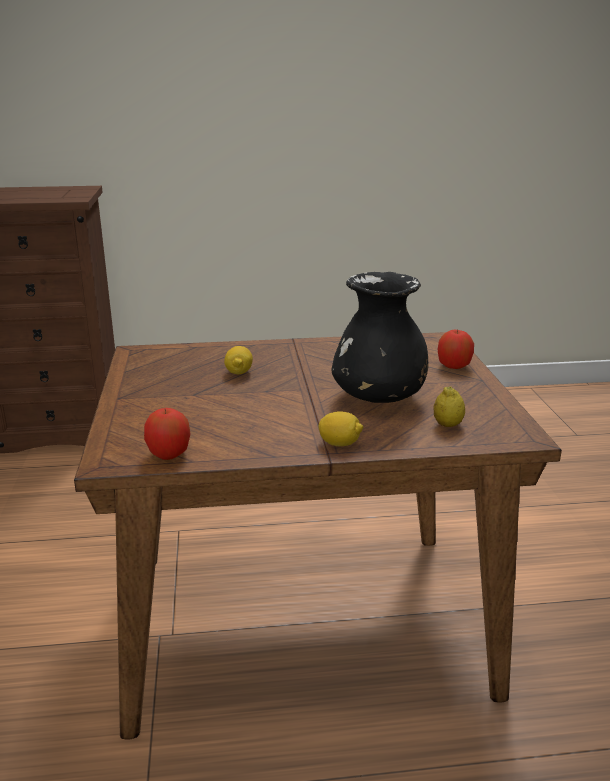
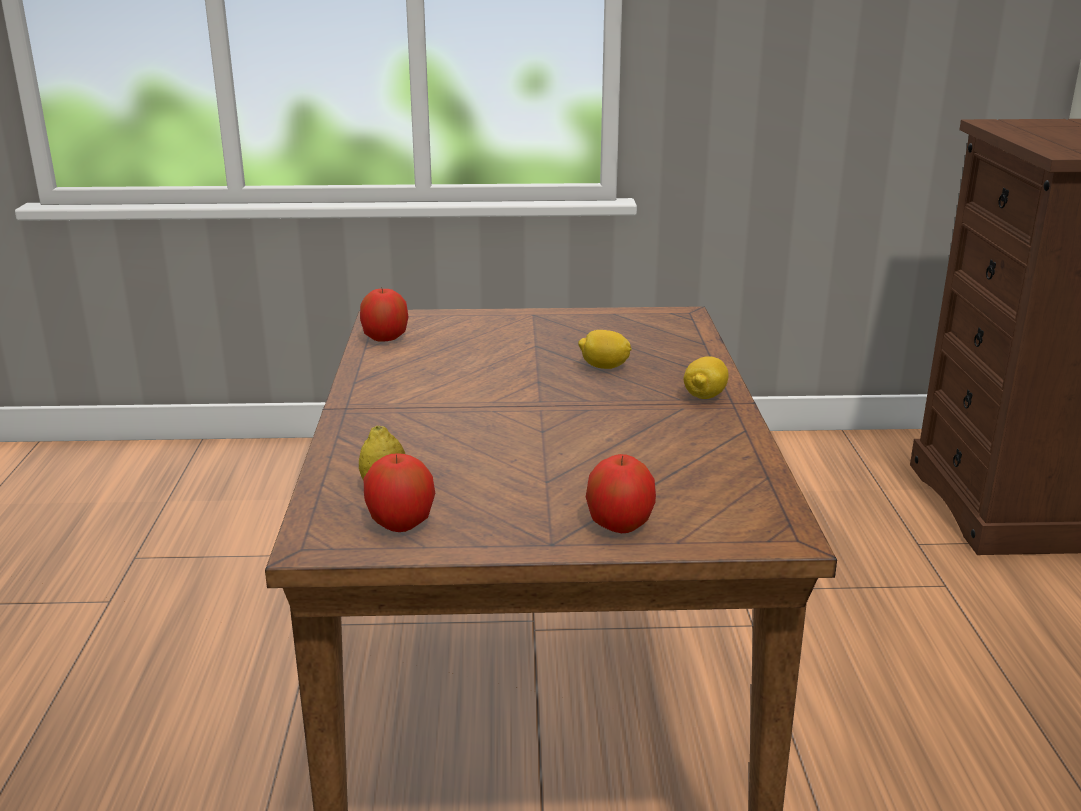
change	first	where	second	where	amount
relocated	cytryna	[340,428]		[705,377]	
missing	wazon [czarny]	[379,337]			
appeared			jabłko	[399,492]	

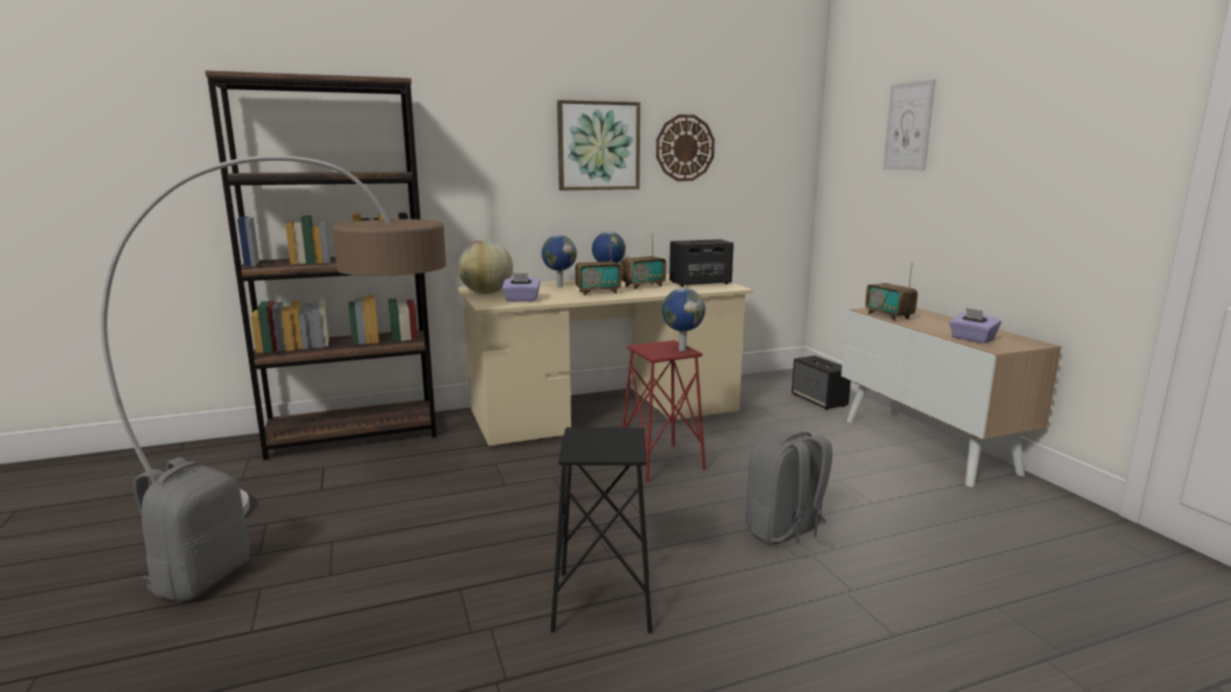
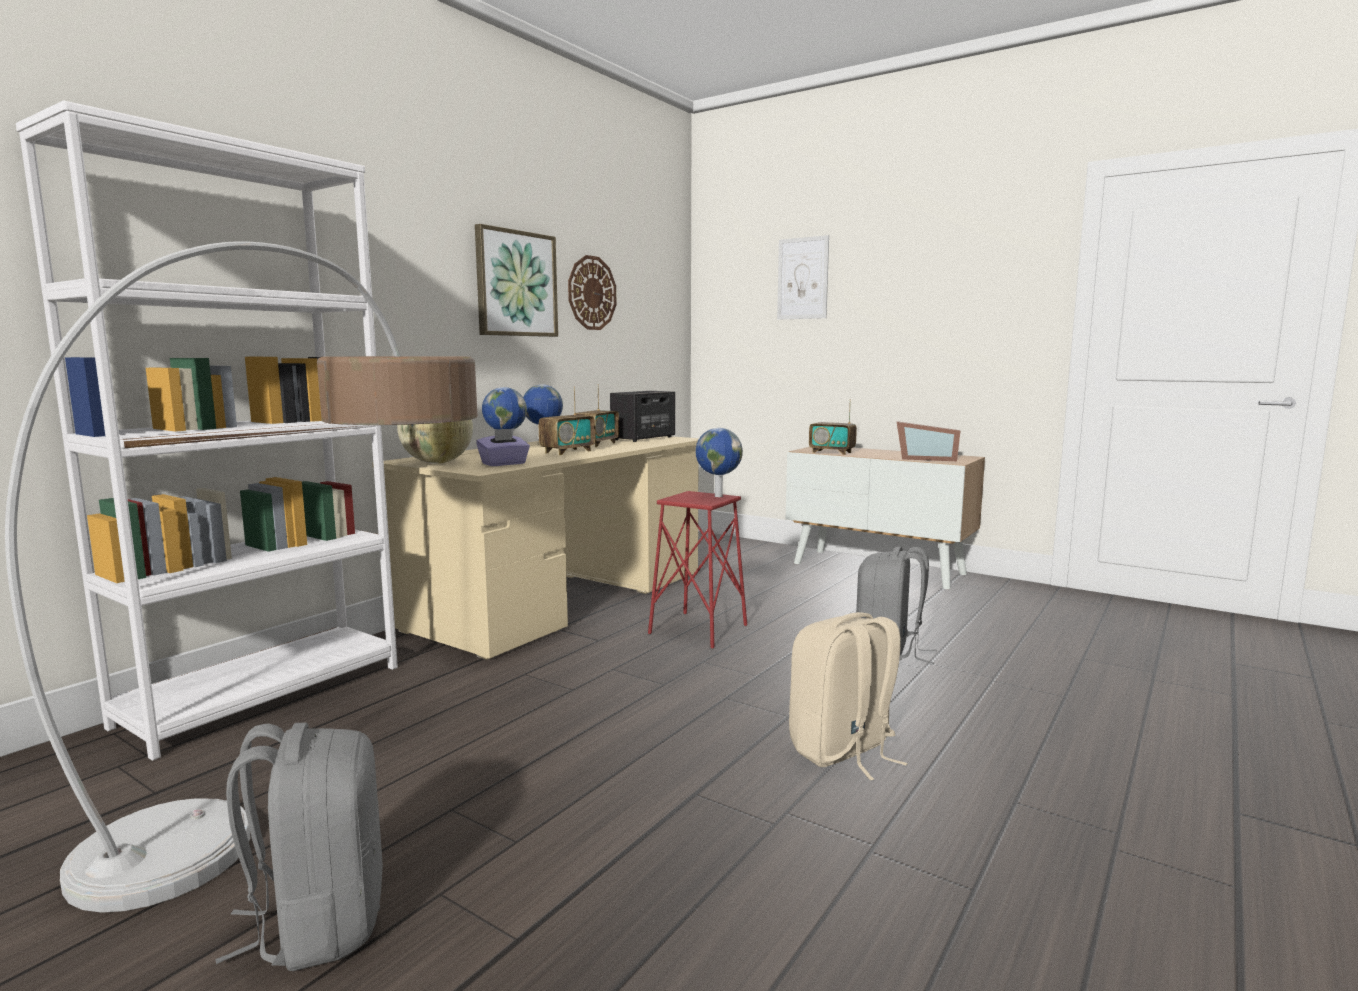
change	first	where	second	where	amount
colour	regał [brązowy]	[321,265]	regał [biały]	[207,430]	
exchanged	stołek [czarny]	[601,530]	plecak [beżowy]	[848,696]	
missing	głośnik	[821,382]			
exchanged	pudełko chusteczek [fioletowy]	[975,325]	ramka na zdjęcie	[928,441]	

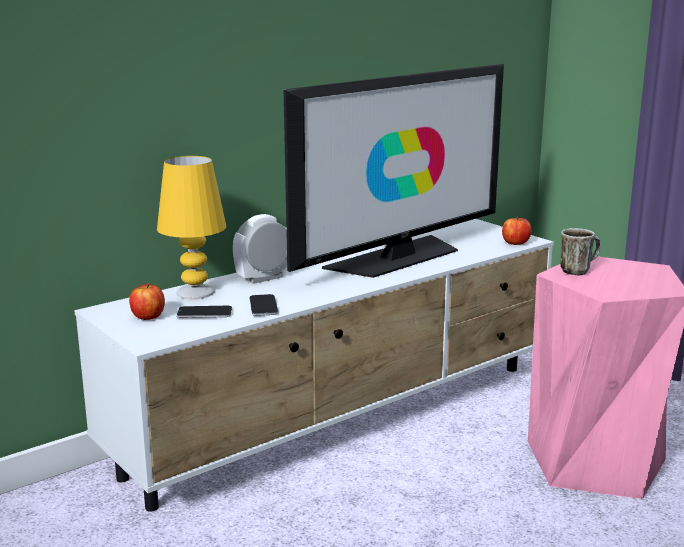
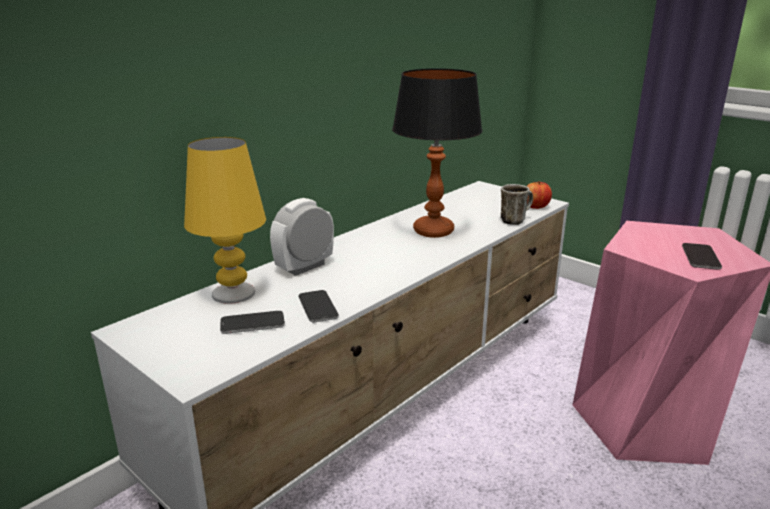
change	first	where	second	where	amount
missing	jabłko	[147,302]			
exchanged	telewizor	[394,171]	lampa stołowa	[437,153]	
relocated	kubek	[580,251]		[517,204]	
appeared			telefon	[702,256]	

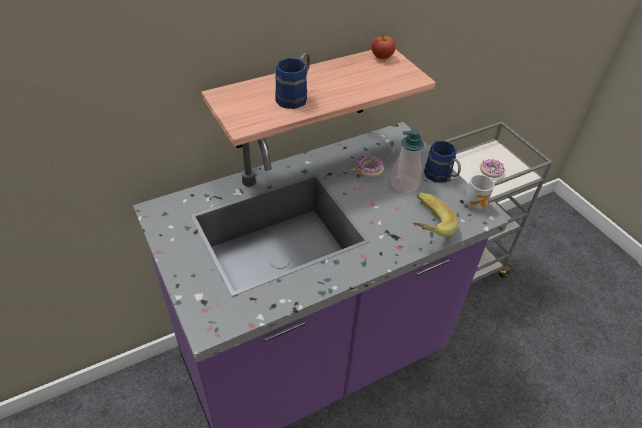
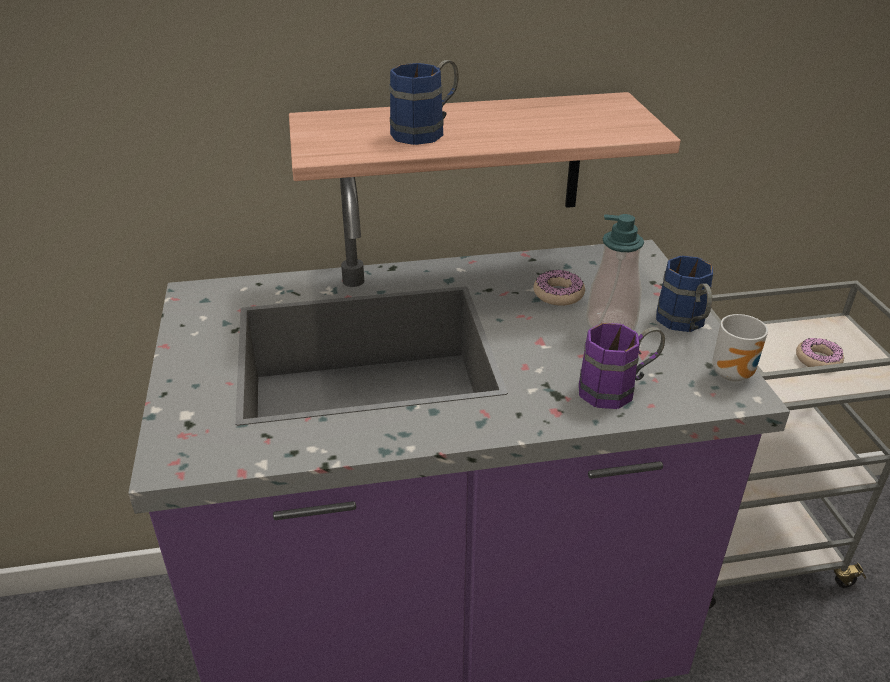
change	first	where	second	where	amount
missing	jabłko	[383,46]			
exchanged	banan	[435,215]	kubek [fioletowy]	[622,366]	

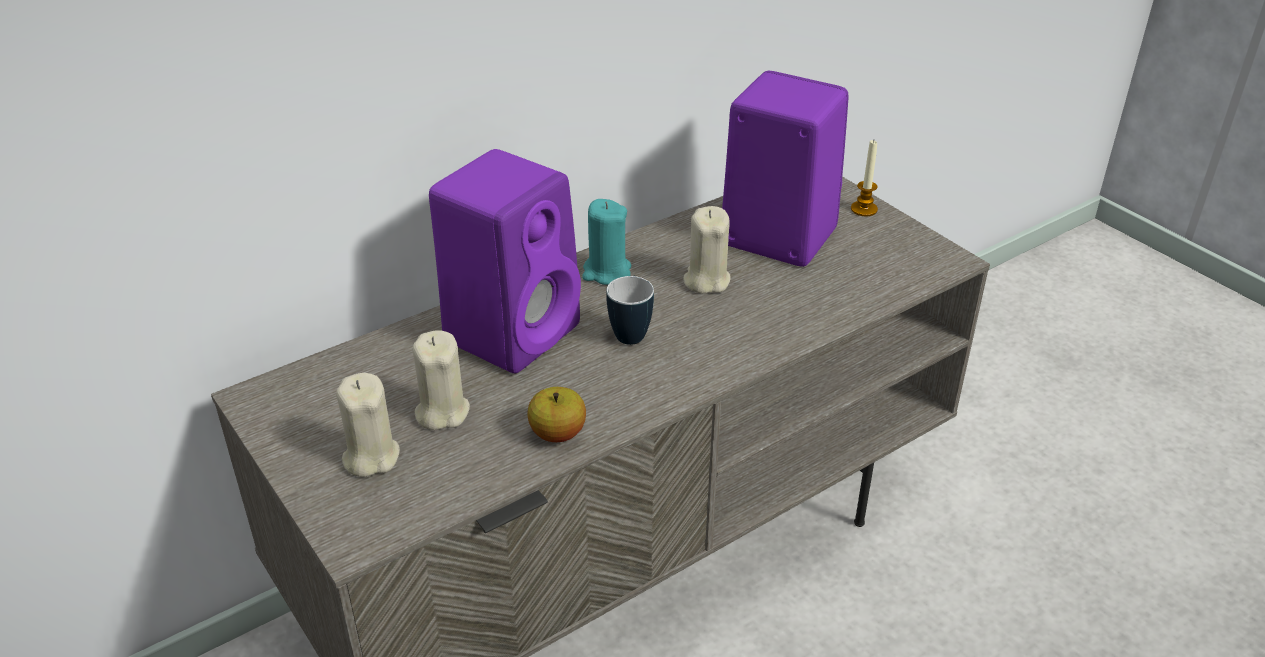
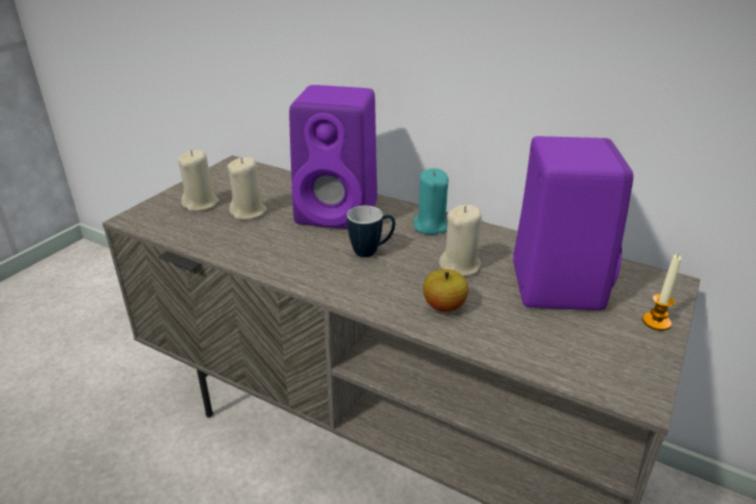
change	first	where	second	where	amount
relocated	jabłko	[556,414]		[446,290]	

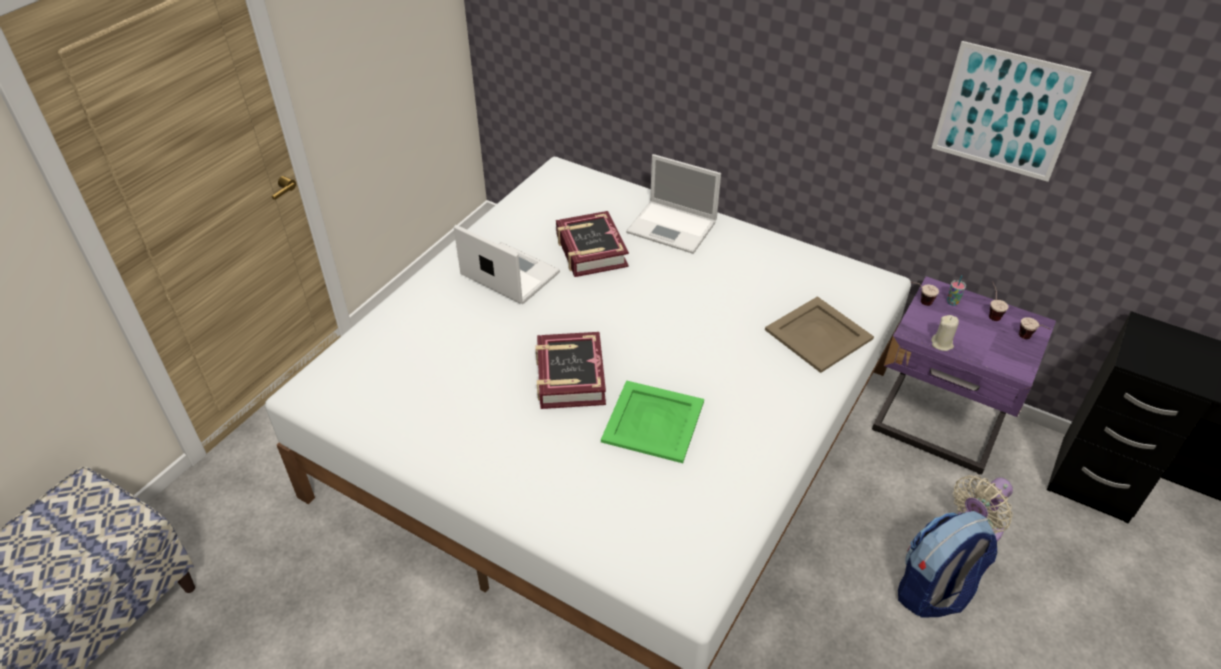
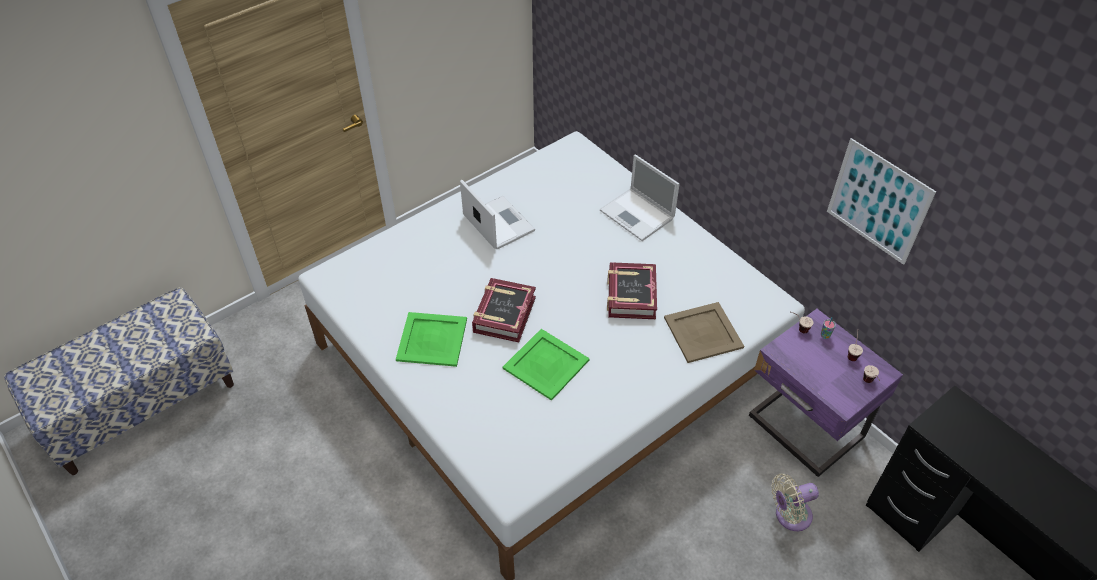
change	first	where	second	where	amount
relocated	książka	[592,244]		[632,290]	
missing	plecak	[947,564]			
missing	świeca [beżowy]	[945,333]			
appeared			taca [zielony]	[431,339]	

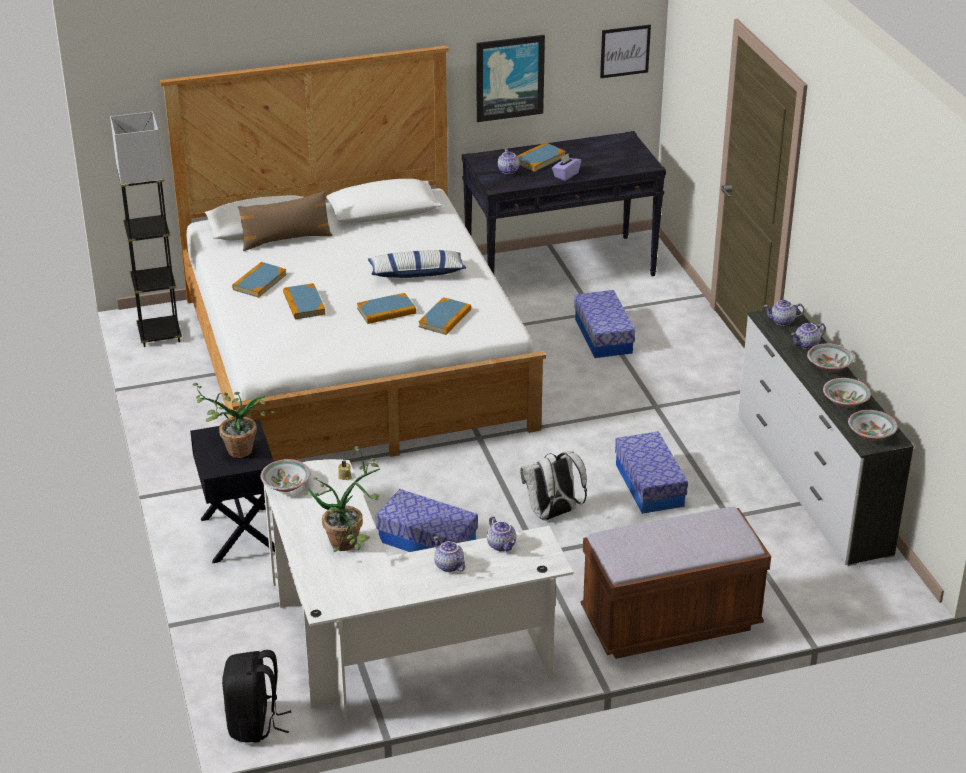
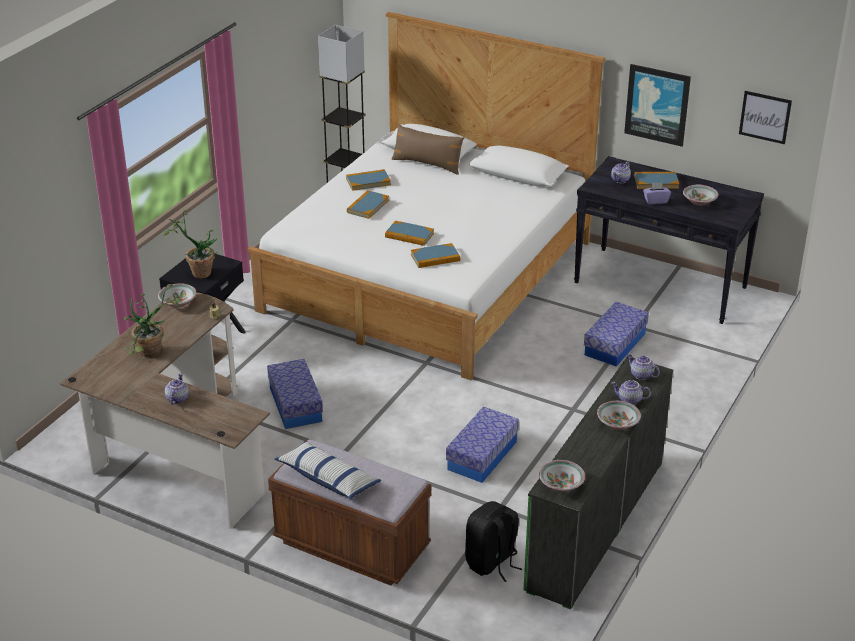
change	first	where	second	where	amount
relocated	plecak [czarny]	[256,696]		[493,541]	
colour	biurko [biały]	[418,590]	biurko [brązowy]	[165,410]	
relocated	poduszka	[417,264]		[328,470]	
missing	imbryk	[501,533]			
missing	plecak [biały]	[553,485]			
colour	komoda [biały]	[826,435]	komoda [zielony]	[598,483]	
relocated	miska	[847,393]		[700,195]	

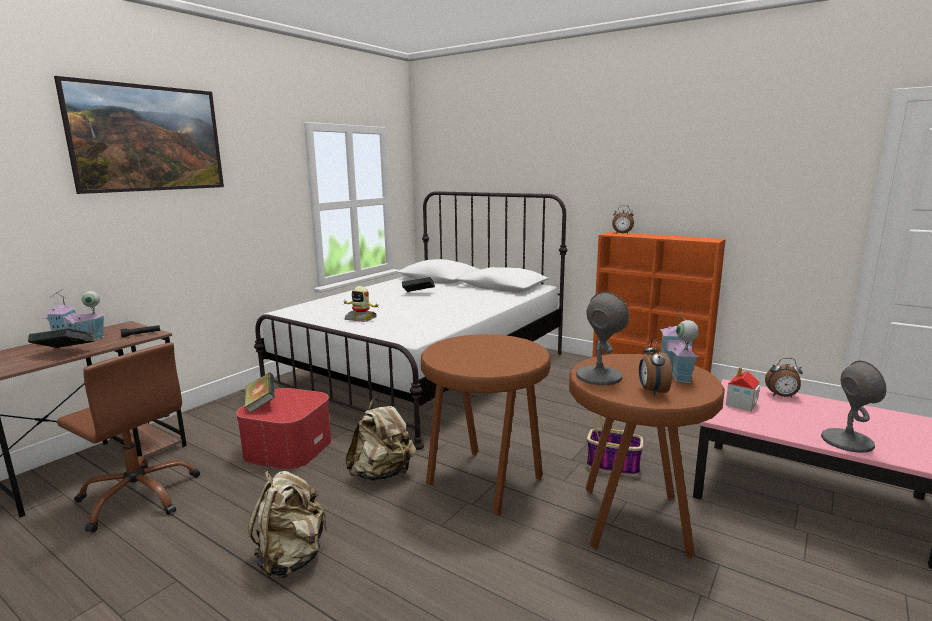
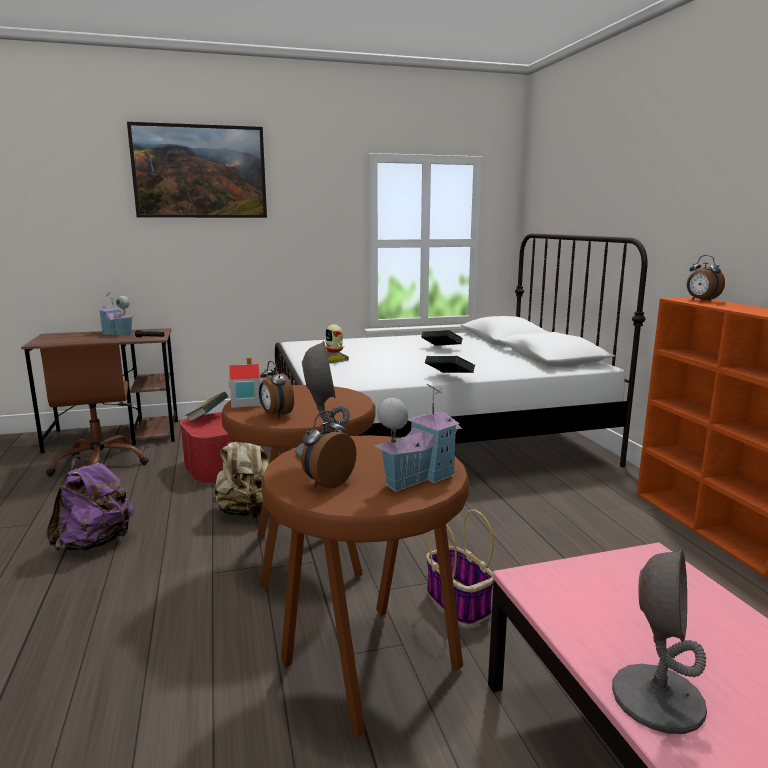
change	first	where	second	where	amount
relocated	książka	[61,338]		[450,364]	
colour	plecak [beżowy]	[288,524]	plecak [fioletowy]	[90,503]	
relocated	domek	[743,389]		[244,382]	
relocated	budzik	[784,378]		[276,389]	

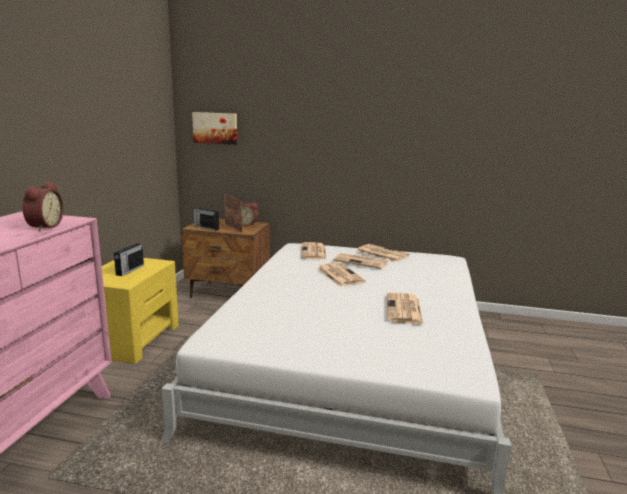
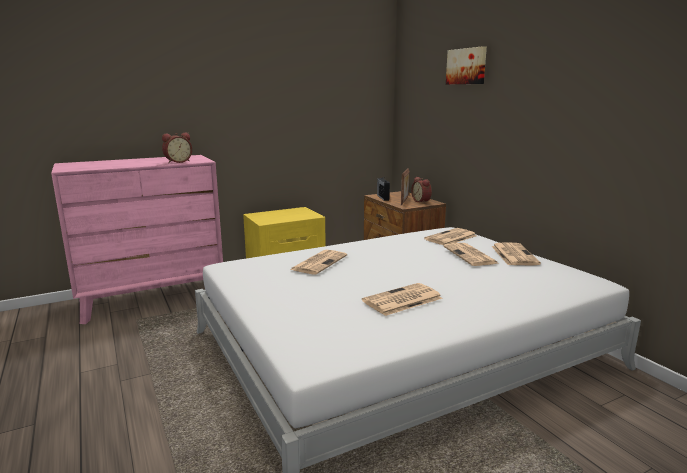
change	first	where	second	where	amount
missing	radio	[129,258]			
relocated	obraz	[214,128]		[466,65]	
relocated	gazeta	[342,274]		[318,262]	

